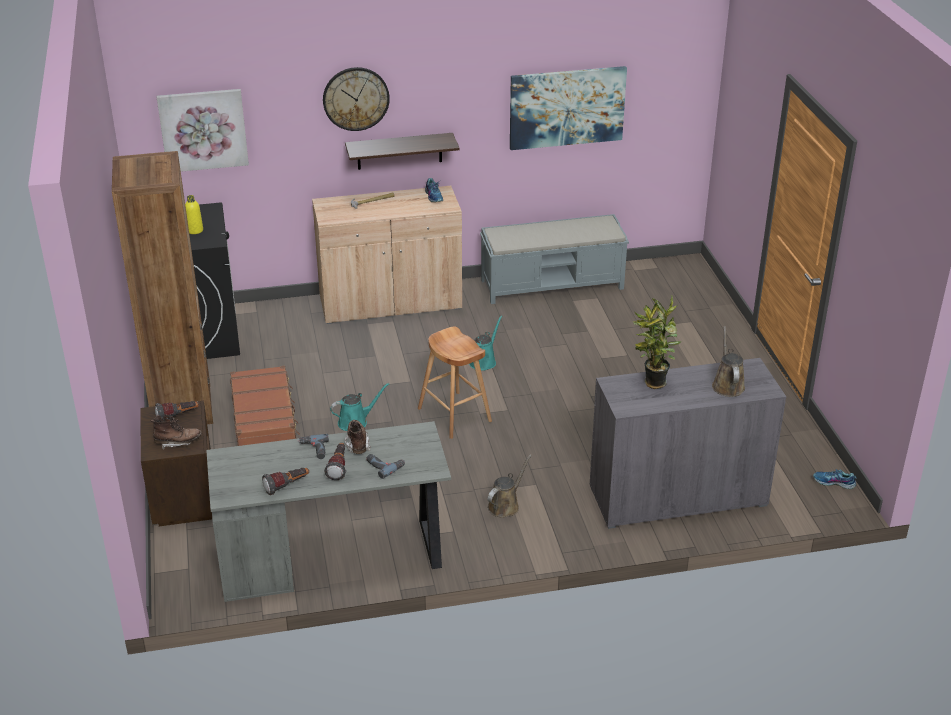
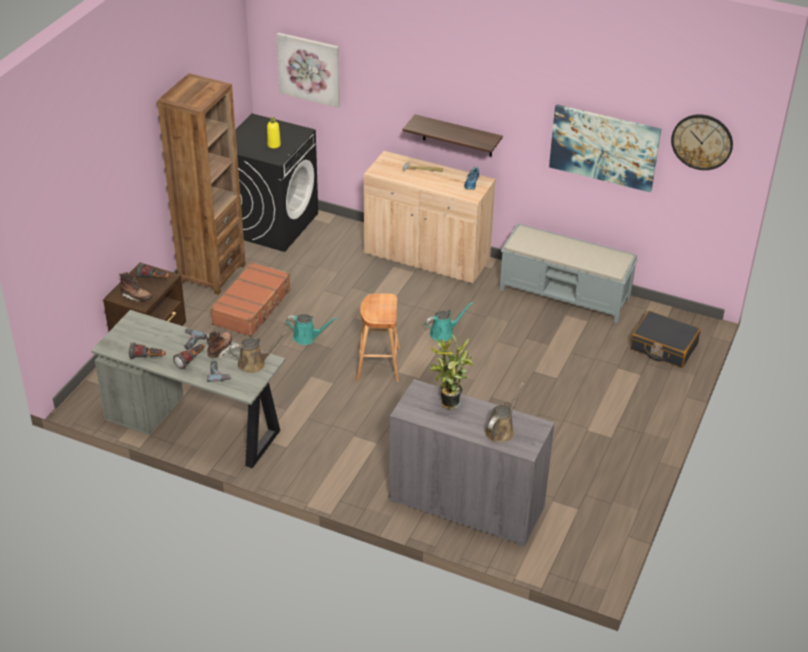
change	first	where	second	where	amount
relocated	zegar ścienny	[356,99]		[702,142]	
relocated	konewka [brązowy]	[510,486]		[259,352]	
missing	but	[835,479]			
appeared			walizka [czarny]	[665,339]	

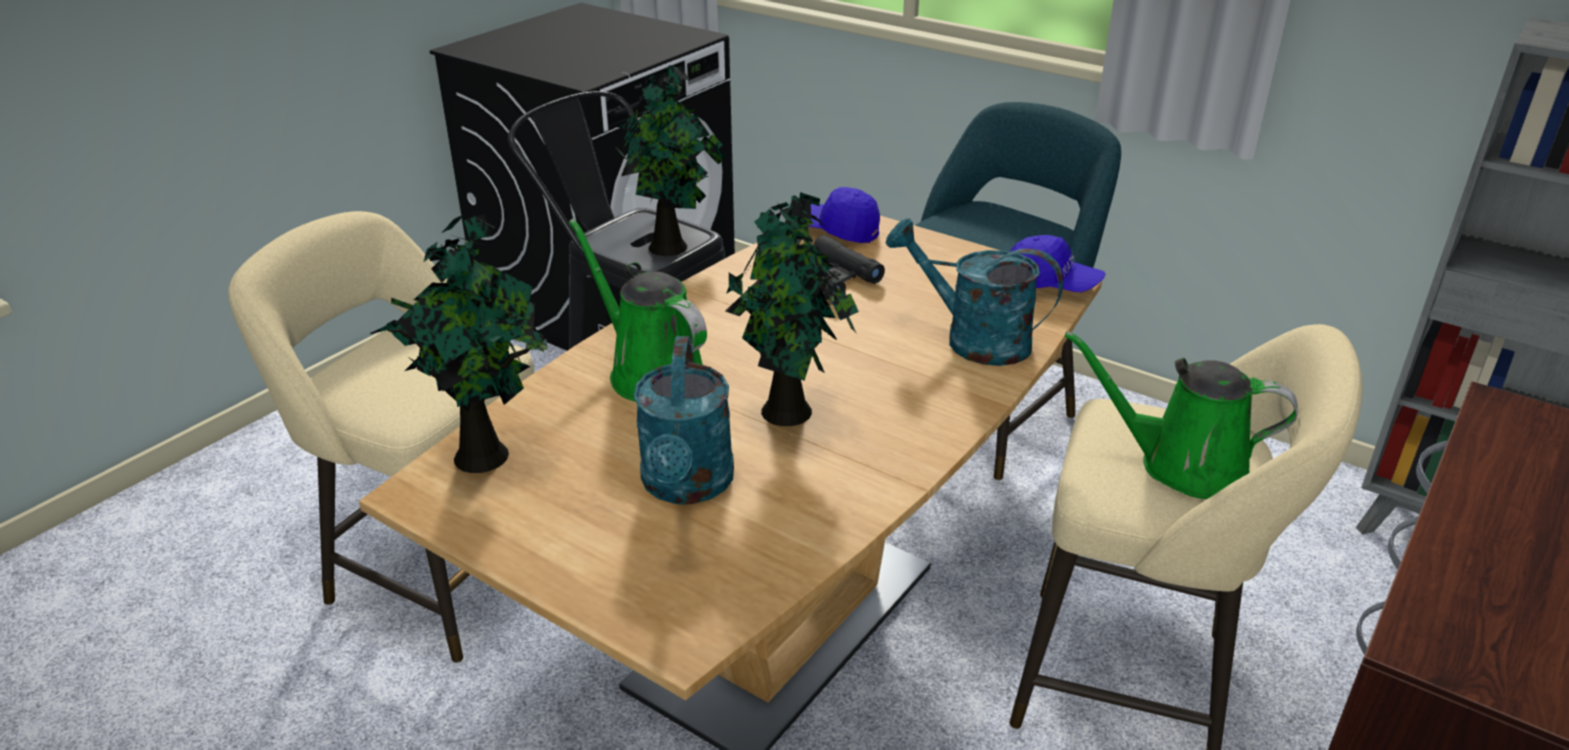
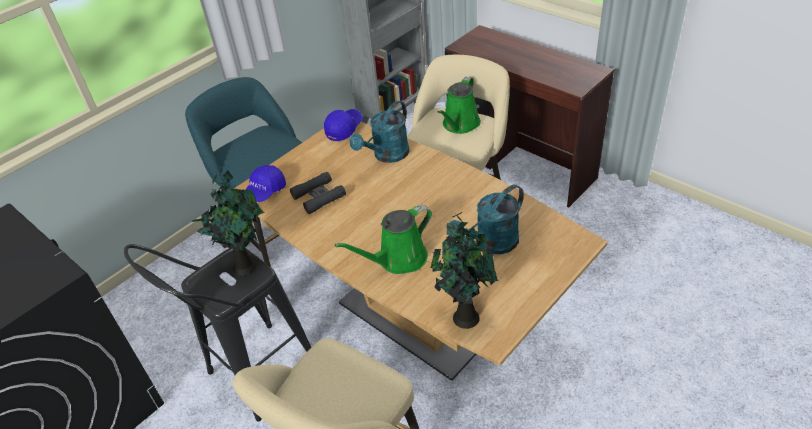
change	first	where	second	where	amount
spun	konewka [turkusowy]	[683,420]		[486,219]	135 degrees clockwise
missing	roślina doniczkowa	[792,309]			

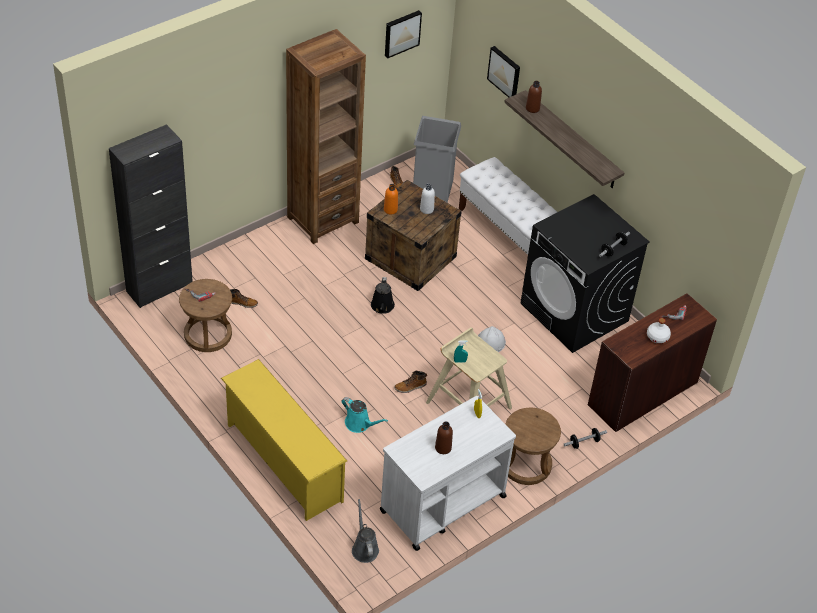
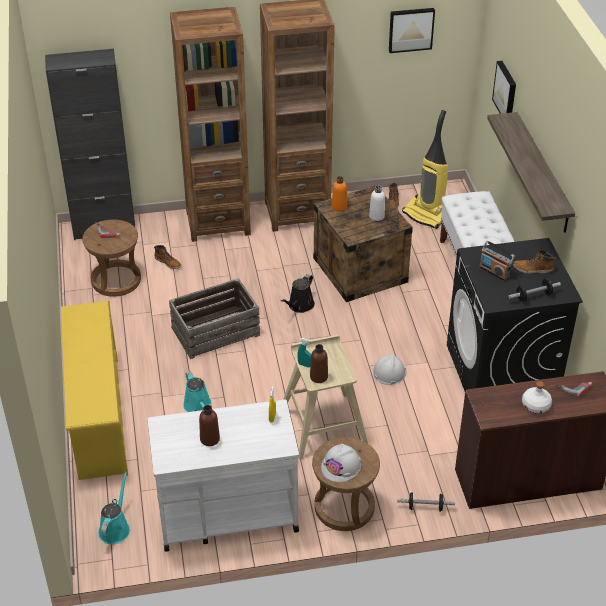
change	first	where	second	where	amount
colour	konewka [szary]	[365,531]	konewka [turkusowy]	[114,508]	
relocated	but z cholewką	[410,382]		[534,262]	
exchanged	kosz na śmieci [szary]	[437,159]	odkurzacz	[425,169]	
relocated	butelka [brązowy]	[534,97]		[319,363]	
appeared			skrzynka	[214,318]	
appeared			regał [brązowy]	[210,124]	
appeared			kask [biały]	[341,463]	
appeared			radio	[497,261]	

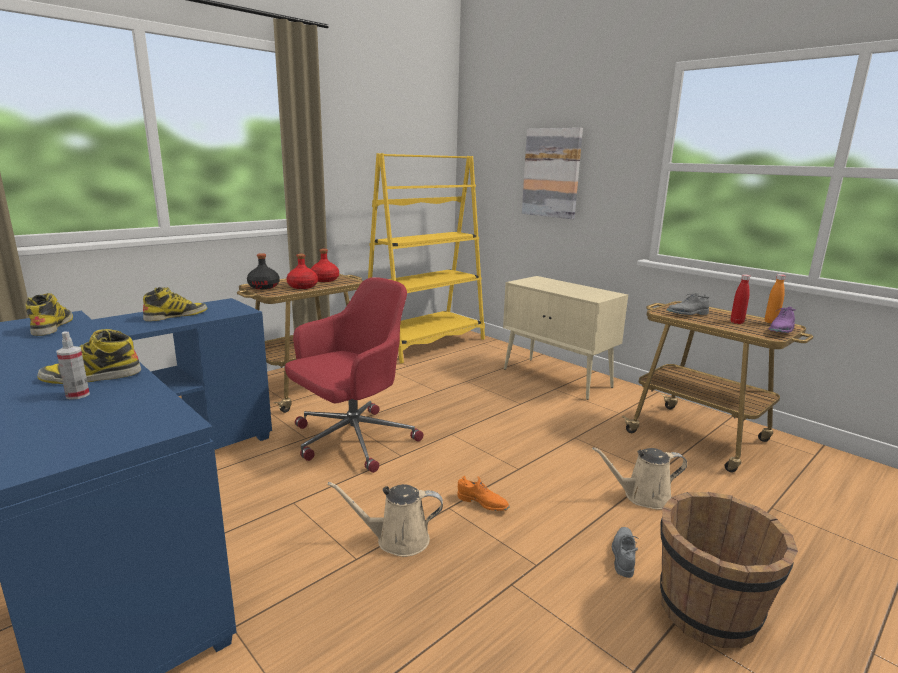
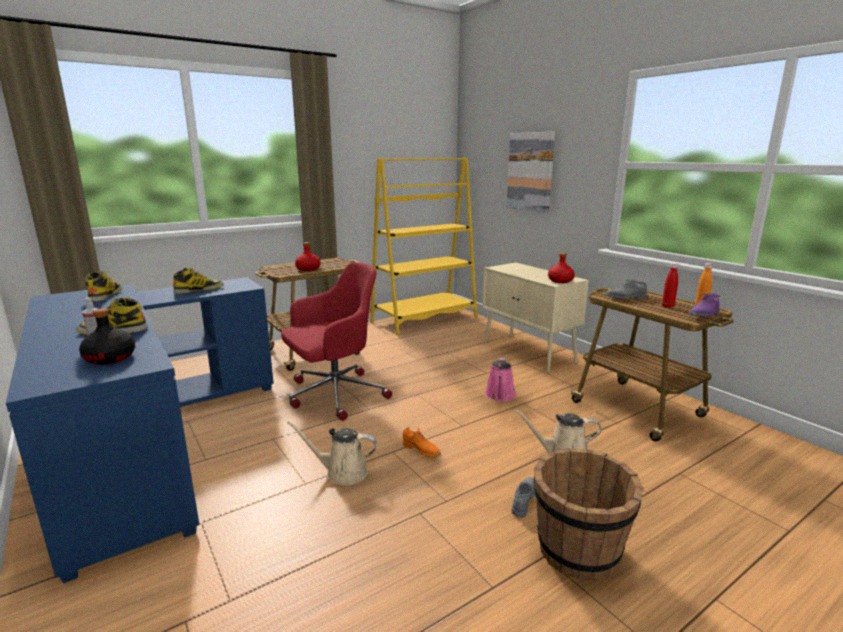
change	first	where	second	where	amount
relocated	butelka [czarny]	[263,271]		[107,336]	
relocated	butelka [czerwony]	[325,265]		[561,268]	
appeared			konewka [różowy]	[500,379]	

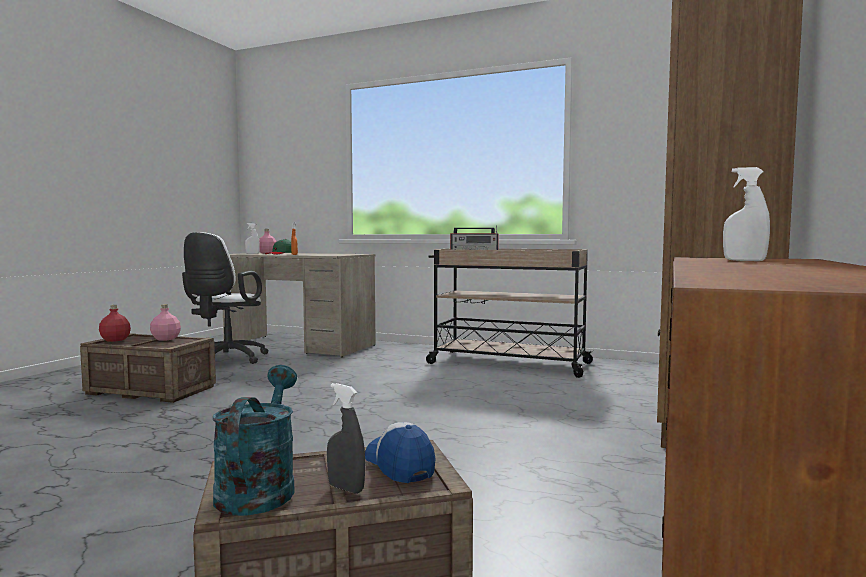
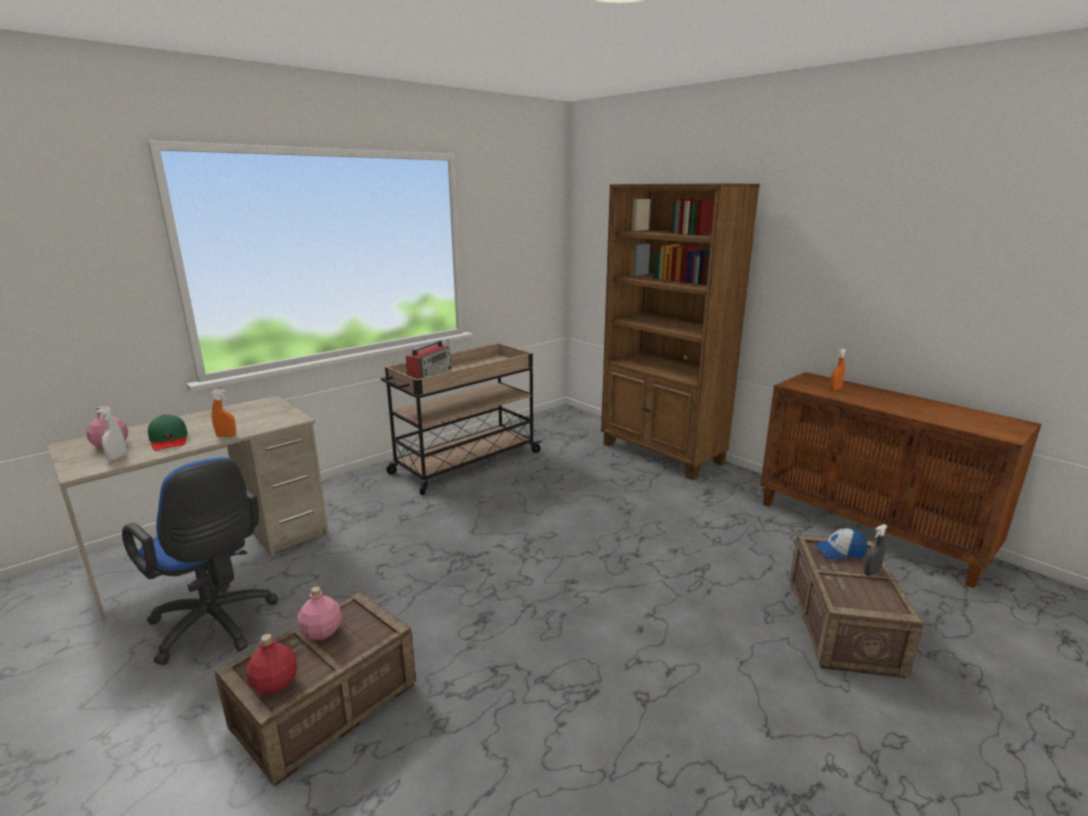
change	first	where	second	where	amount
colour	krzesło biurowe [biały]	[225,298]	krzesło biurowe [niebieski]	[200,561]	
missing	konewka [turkusowy]	[255,440]			
colour	spryskiwacz [biały]	[746,214]	spryskiwacz [pomarańczowy]	[838,369]	

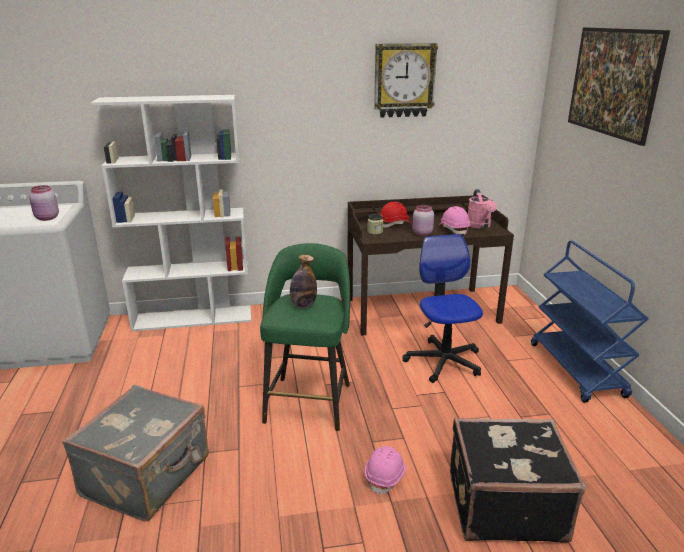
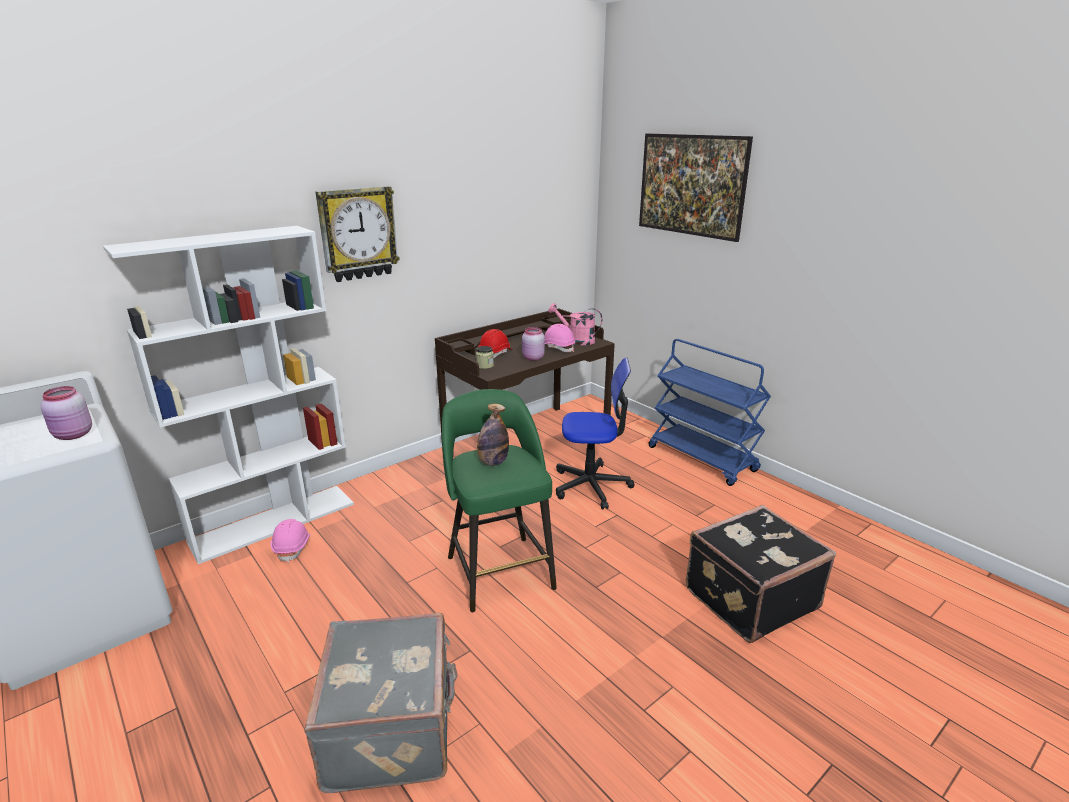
change	first	where	second	where	amount
relocated	kask [różowy]	[385,470]		[290,541]	
relocated	zegar ścienny	[406,80]		[358,234]	
spun	krzesło biurowe	[442,308]		[595,434]	135 degrees clockwise
spun	konewka [różowy]	[482,209]		[575,324]	150 degrees clockwise

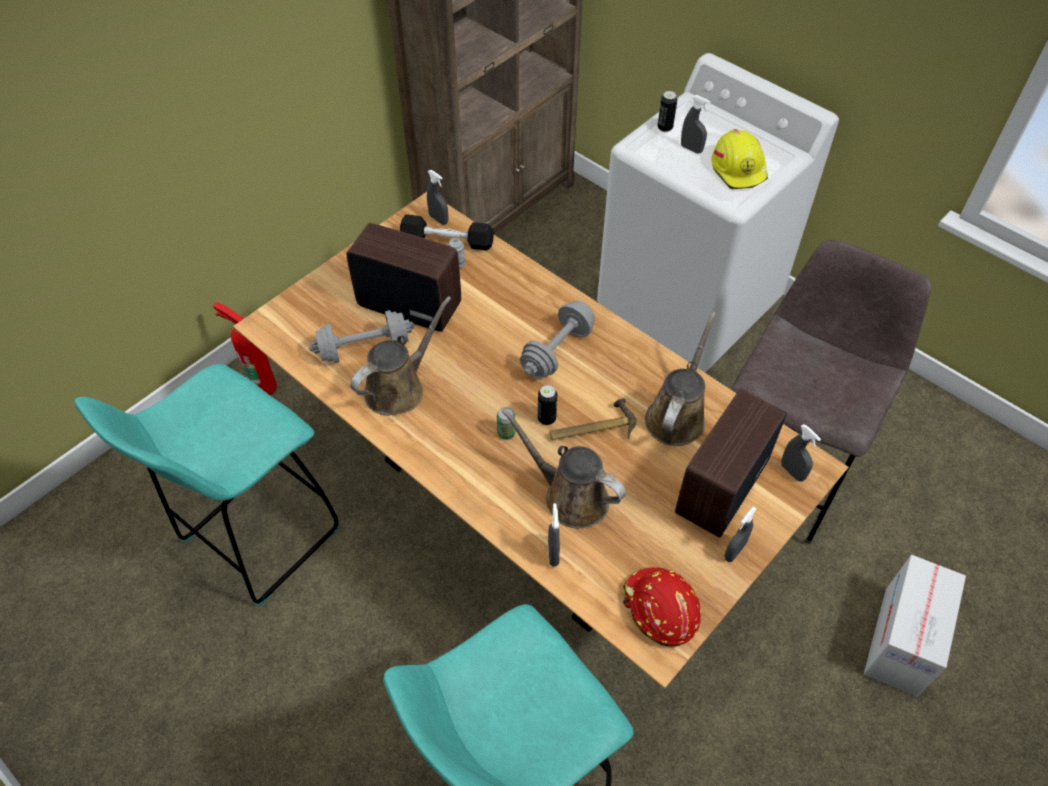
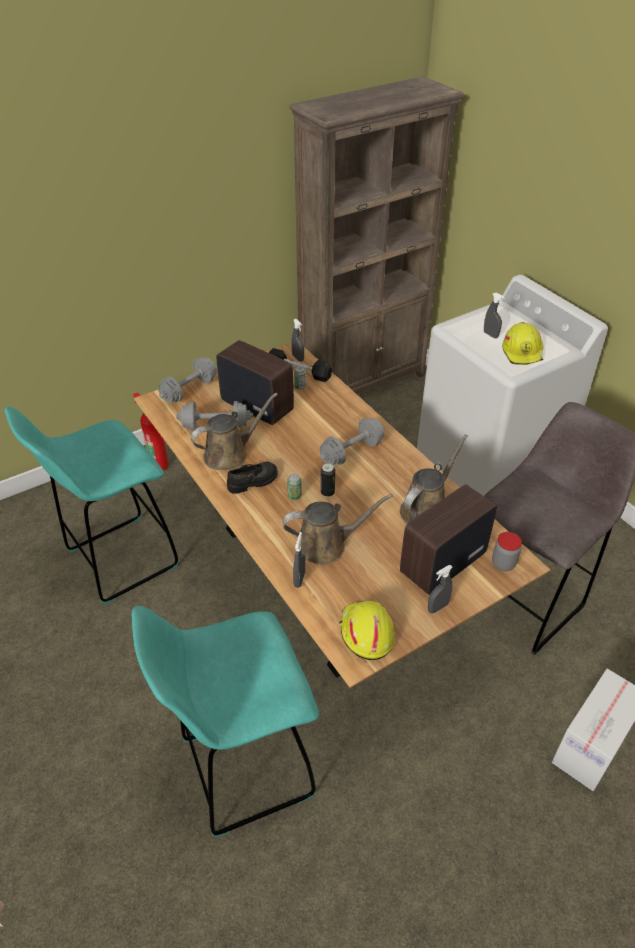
change	first	where	second	where	amount
spun	konewka [brązowy]	[564,468]		[338,529]	120 degrees clockwise
missing	młotek	[592,419]			
colour	kask [czerwony]	[662,607]	kask [żółty]	[367,630]	
missing	puszka	[667,111]			
exchanged	spryskiwacz [szary]	[801,452]	słoik	[507,551]	
appeared			hantel [szary]	[187,380]	
appeared			but [czarny]	[252,478]	

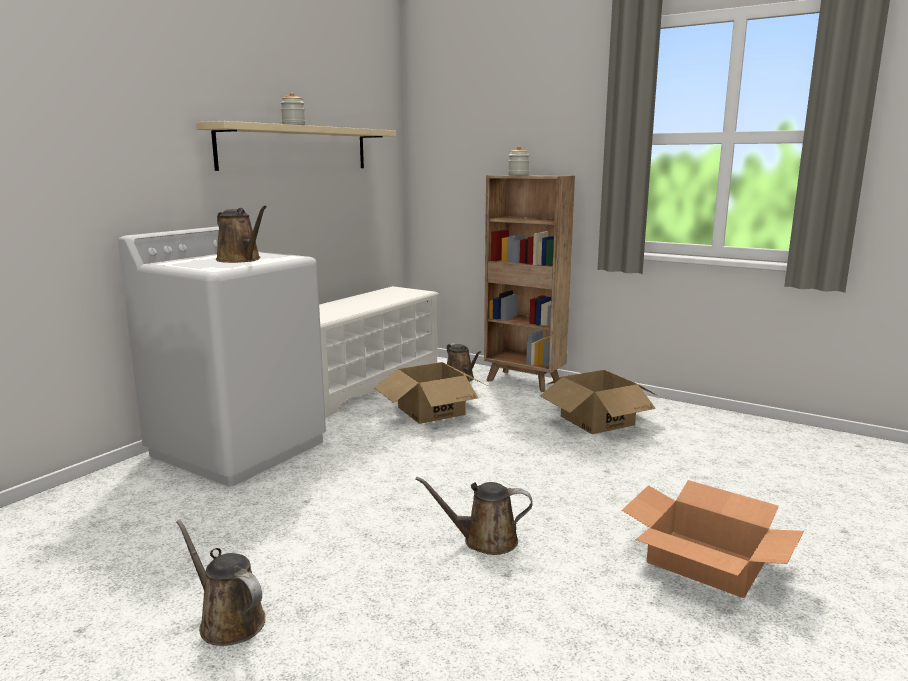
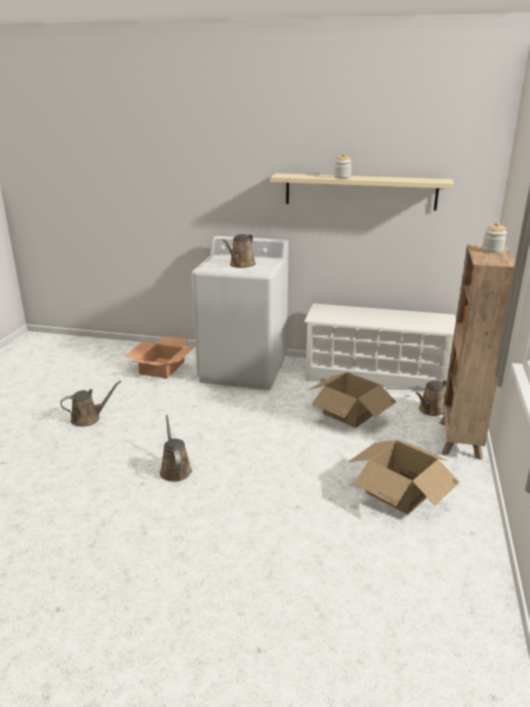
change	first	where	second	where	amount
spun	konewka [brązowy]	[220,582]		[90,404]	45 degrees clockwise
relocated	karton	[713,539]		[160,357]	

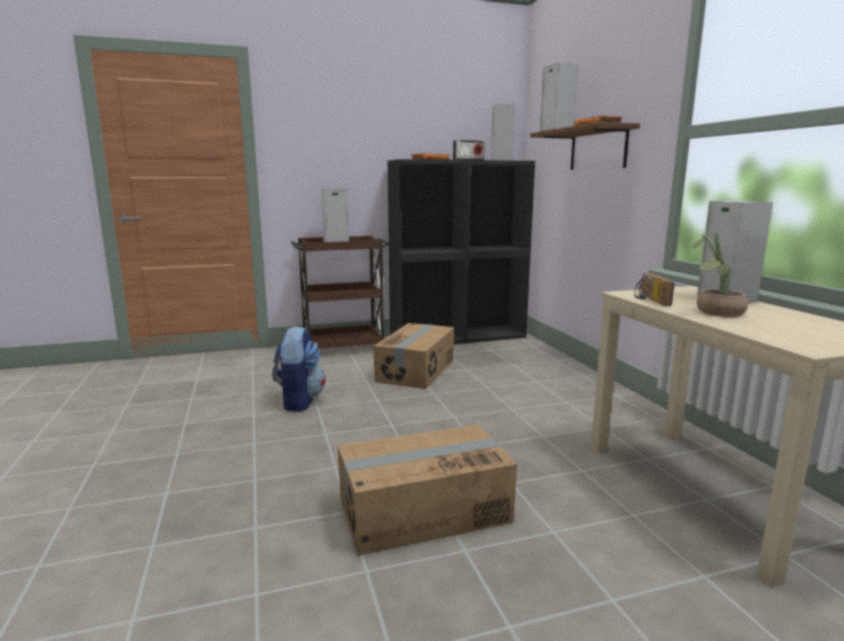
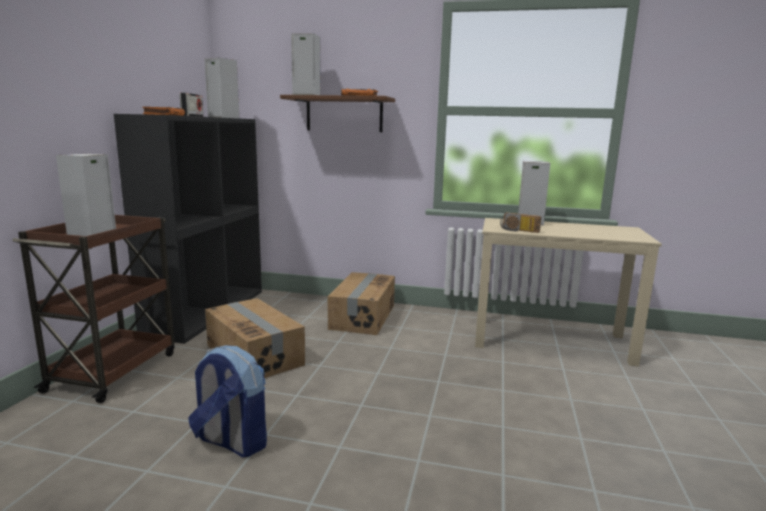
change	first	where	second	where	amount
relocated	karton	[427,490]		[361,303]	
missing	roślina doniczkowa	[720,275]			

